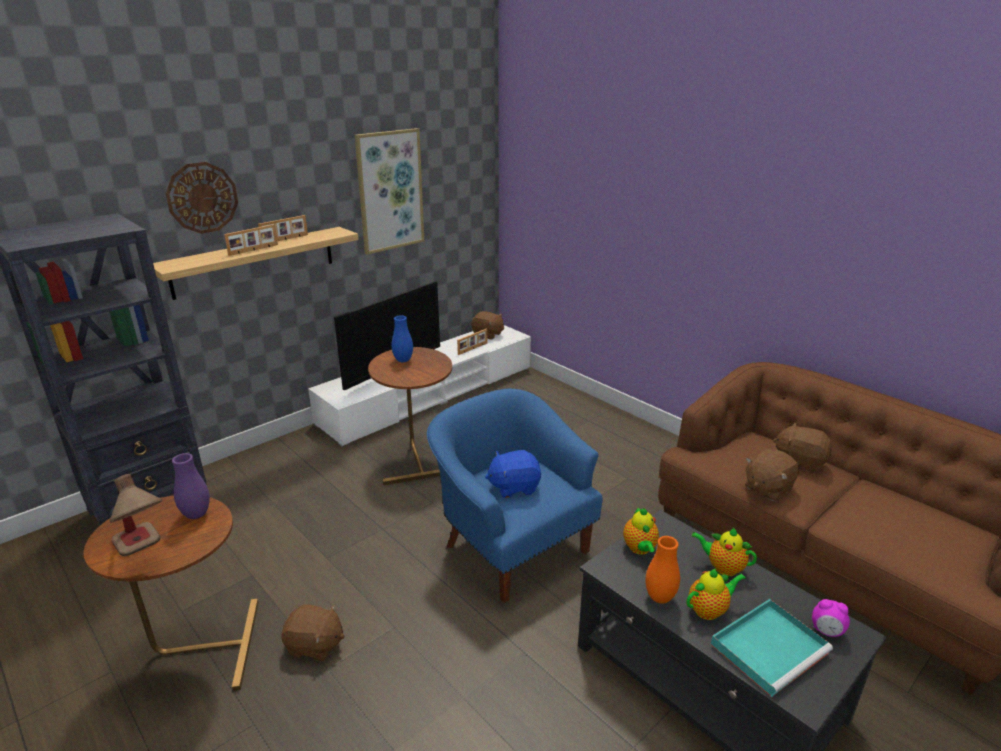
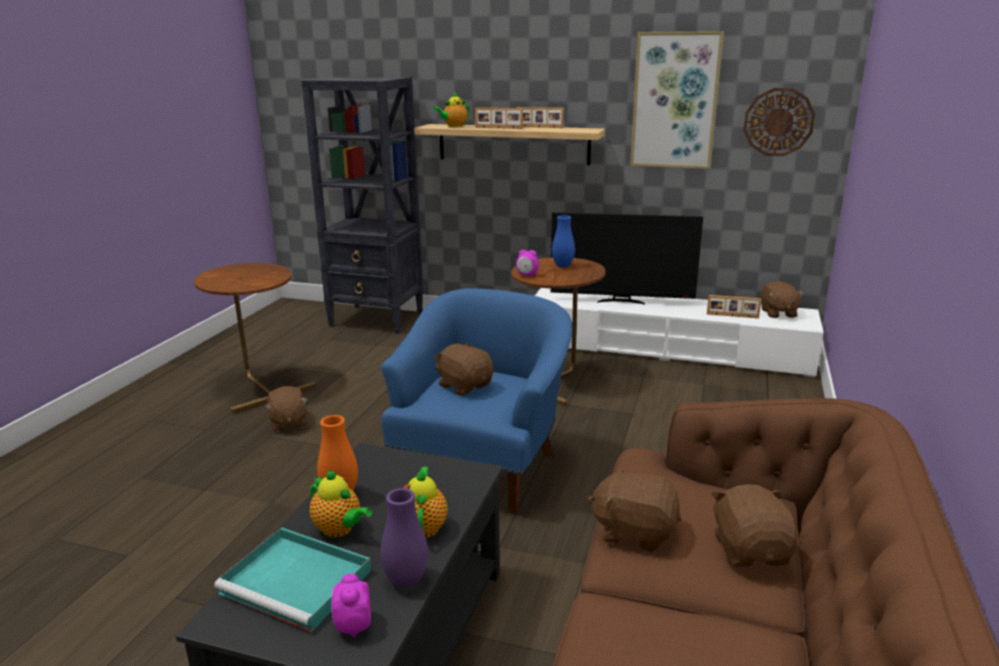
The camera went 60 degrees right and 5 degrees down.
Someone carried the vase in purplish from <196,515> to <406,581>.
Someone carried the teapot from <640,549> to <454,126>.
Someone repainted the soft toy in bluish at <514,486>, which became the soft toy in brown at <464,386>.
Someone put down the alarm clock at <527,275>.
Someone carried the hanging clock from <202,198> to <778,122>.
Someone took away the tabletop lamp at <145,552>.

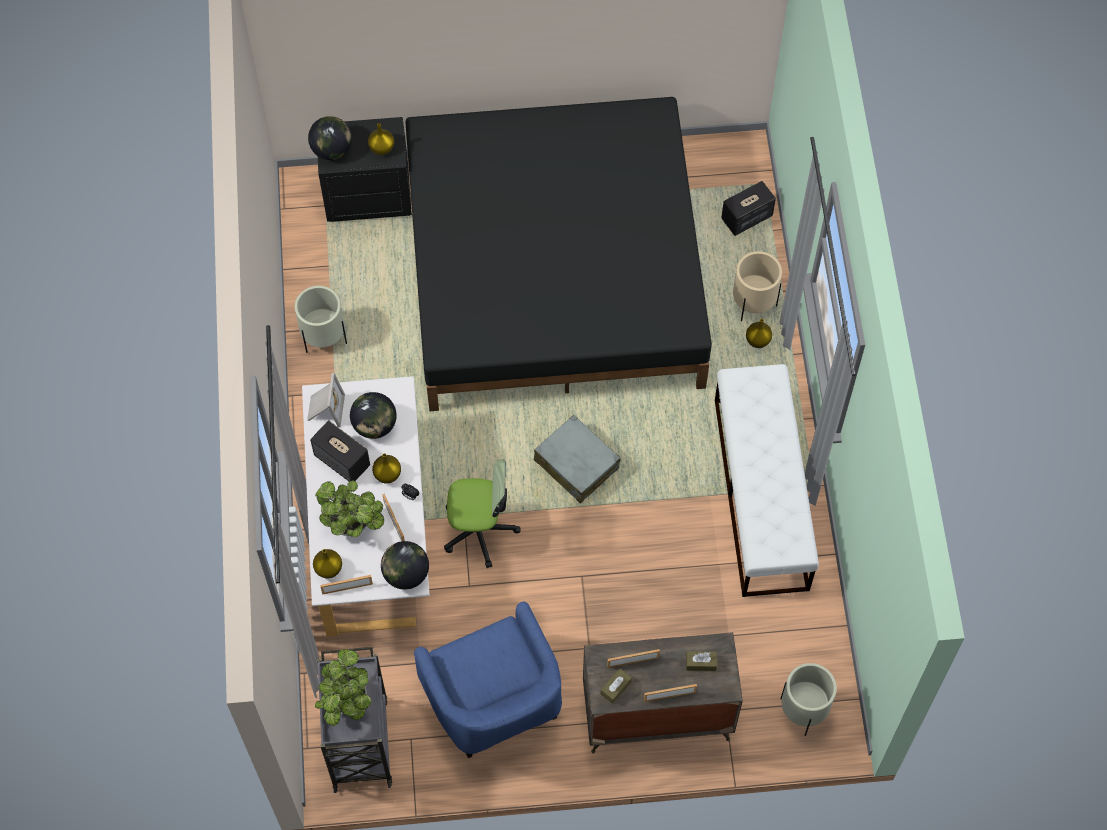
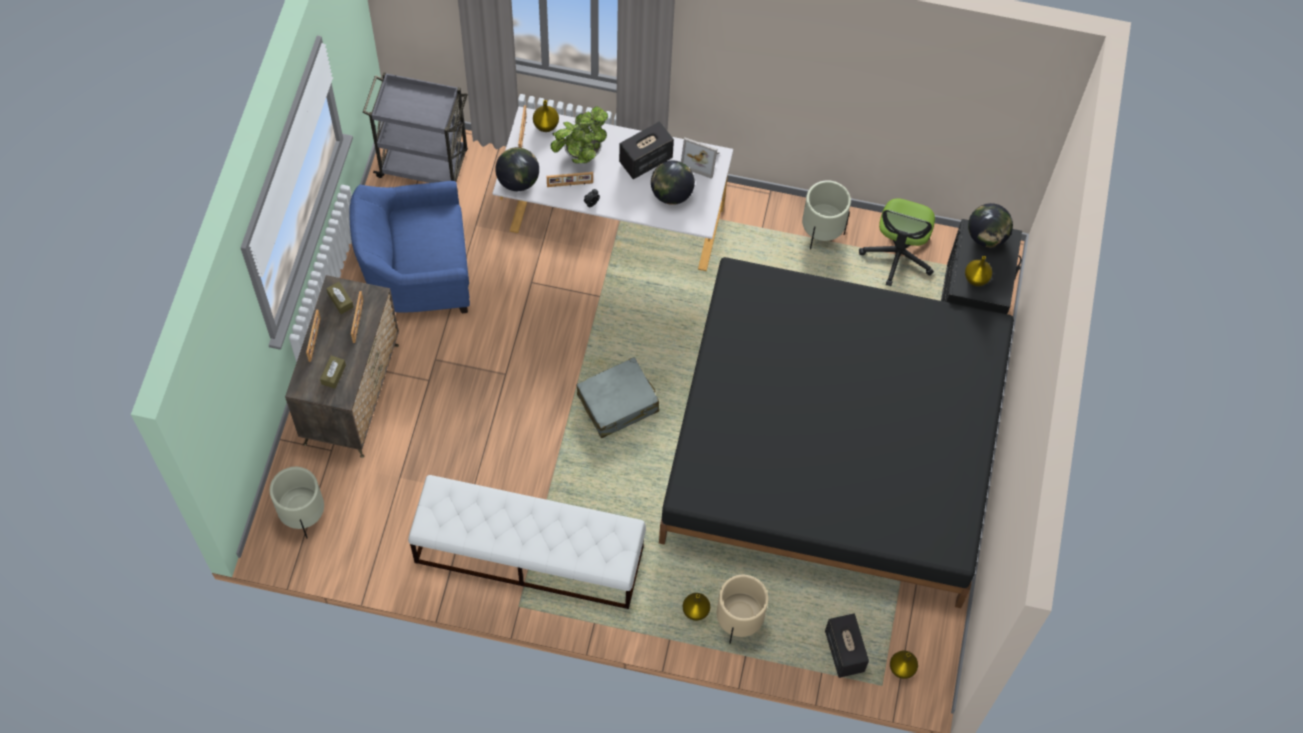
The camera went 105 degrees right and 0 degrees up.
Someone carried the computer chair from <479,530> to <898,255>.
Someone carried the vase in yellowish from <388,474> to <902,669>.
Someone took away the potted plant at <346,702>.

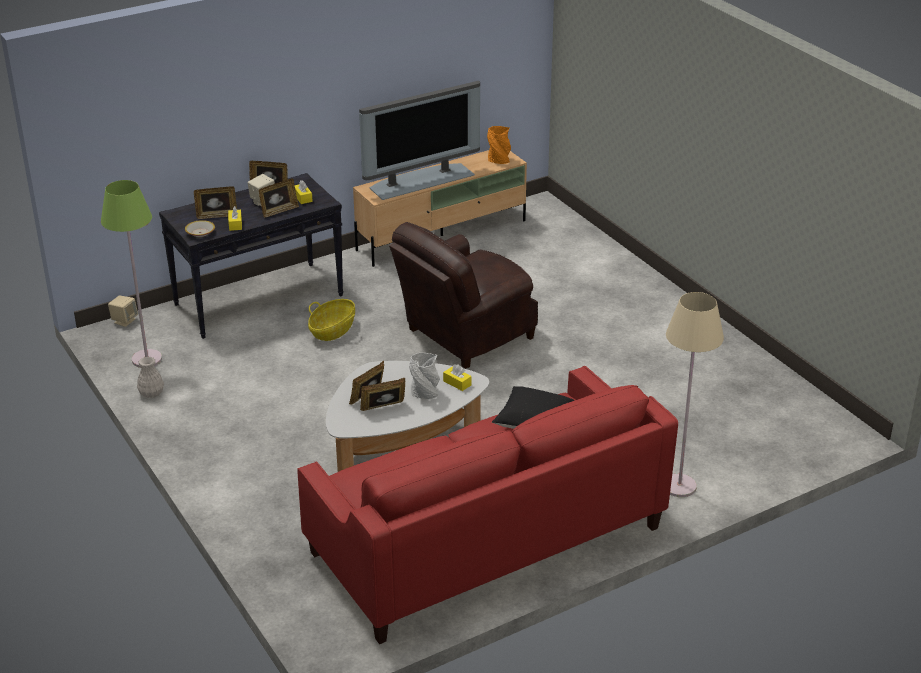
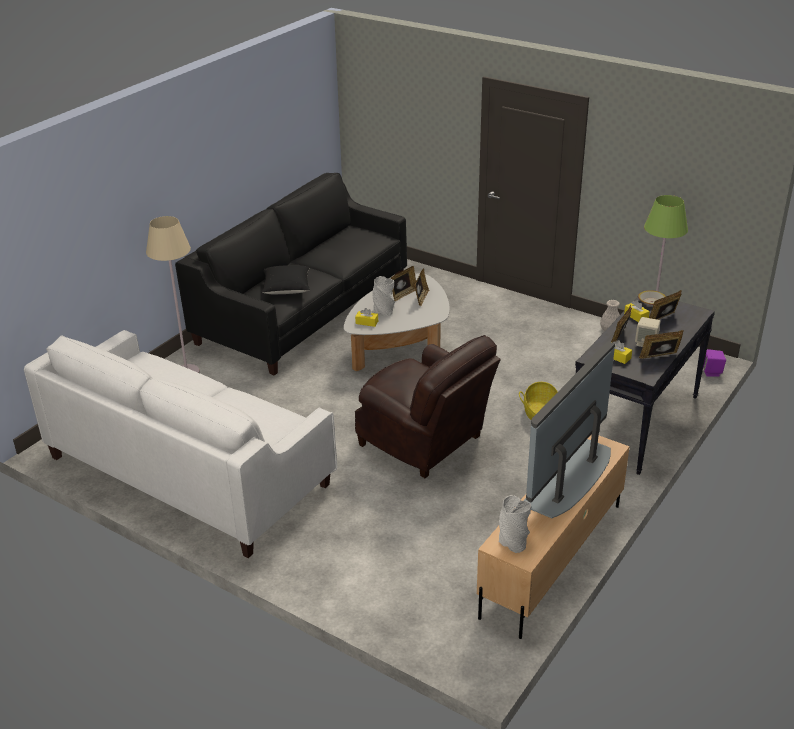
The camera went 155 degrees right and 0 degrees up.
Someone put down the settee in whitish at <190,471>.
Someone repainted the settee in reddish at <486,538>, which became the settee in black-coloured at <303,311>.
Someone rotated the lounge chair in brown at <465,336> by 105 degrees clockwise.
Someone repainted the vase in orangey at <499,160>, which became the vase in grey at <513,541>.
Someone repainted the audio speaker in beige at <124,321>, which became the audio speaker in purplish at <711,372>.

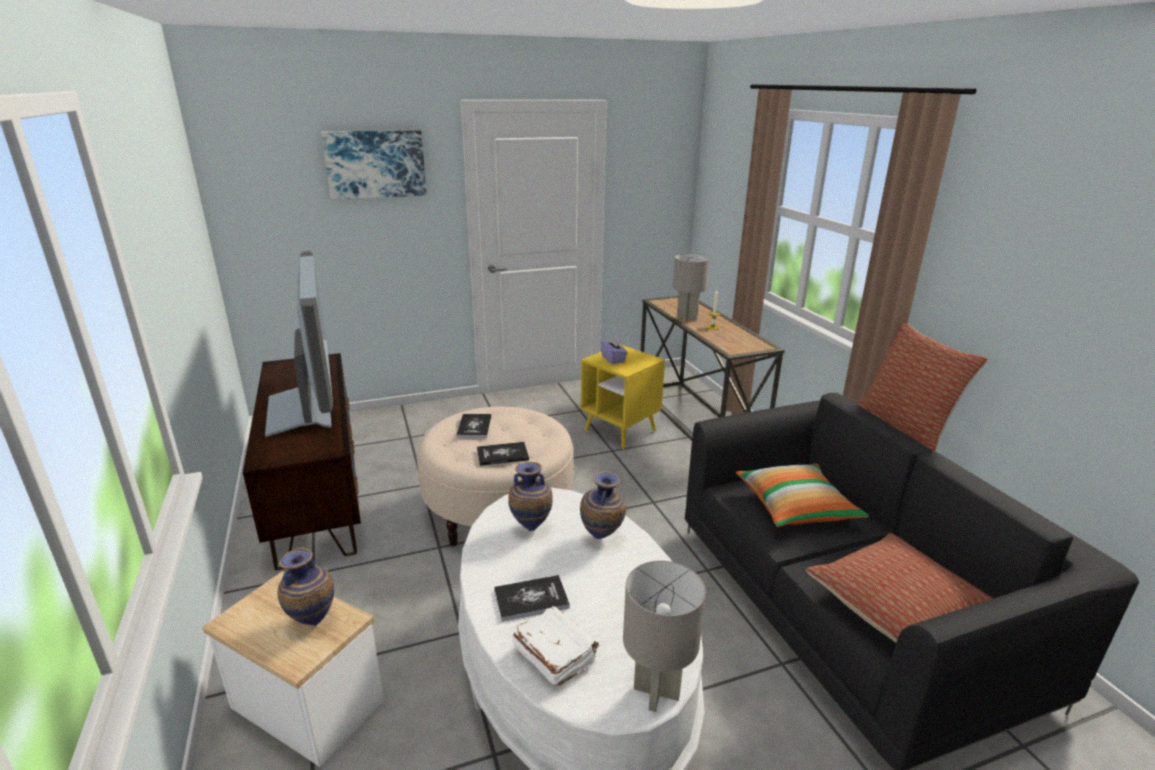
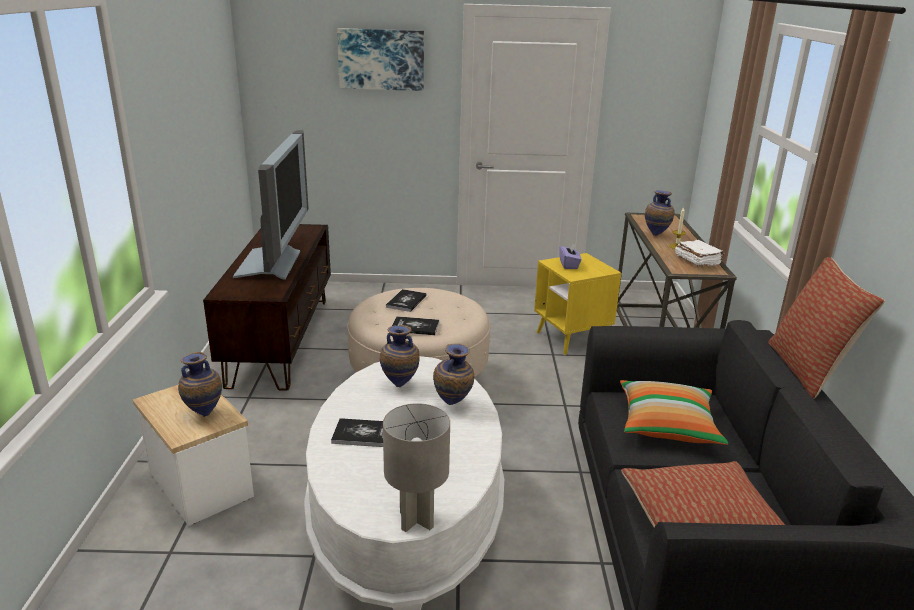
The camera went 20 degrees right and 0 degrees up.
Someone swapped the tabletop lamp in grey at <687,318> for the vase at <656,235>.
Someone carried the book in whitish from <554,655> to <697,261>.

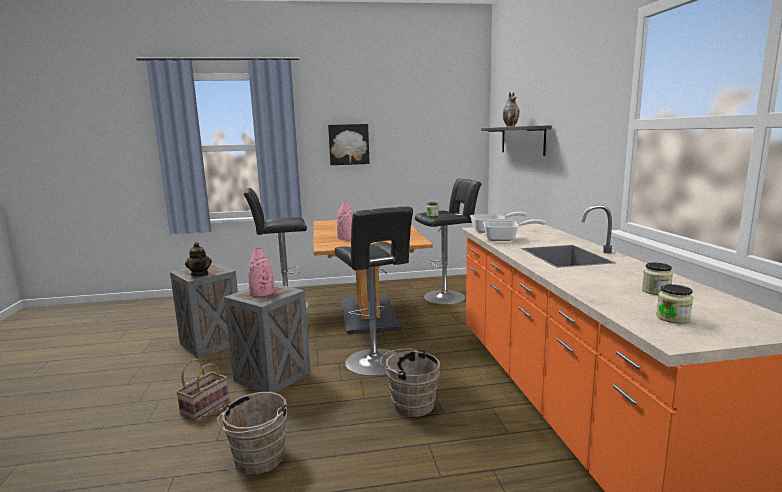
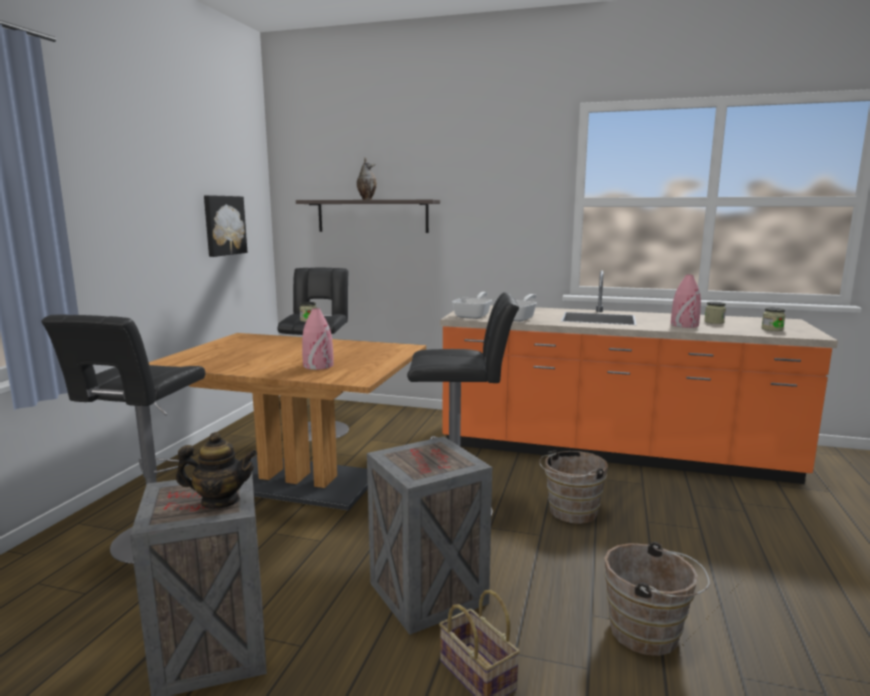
The camera went 65 degrees left and 0 degrees up.
Someone carried the wall art from <348,144> to <224,225>.
Someone carried the vase in pink-coloured from <262,292> to <684,325>.

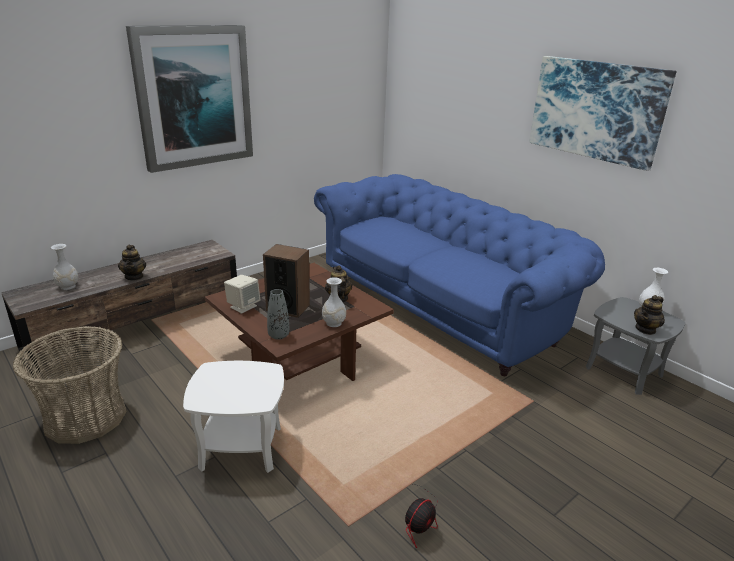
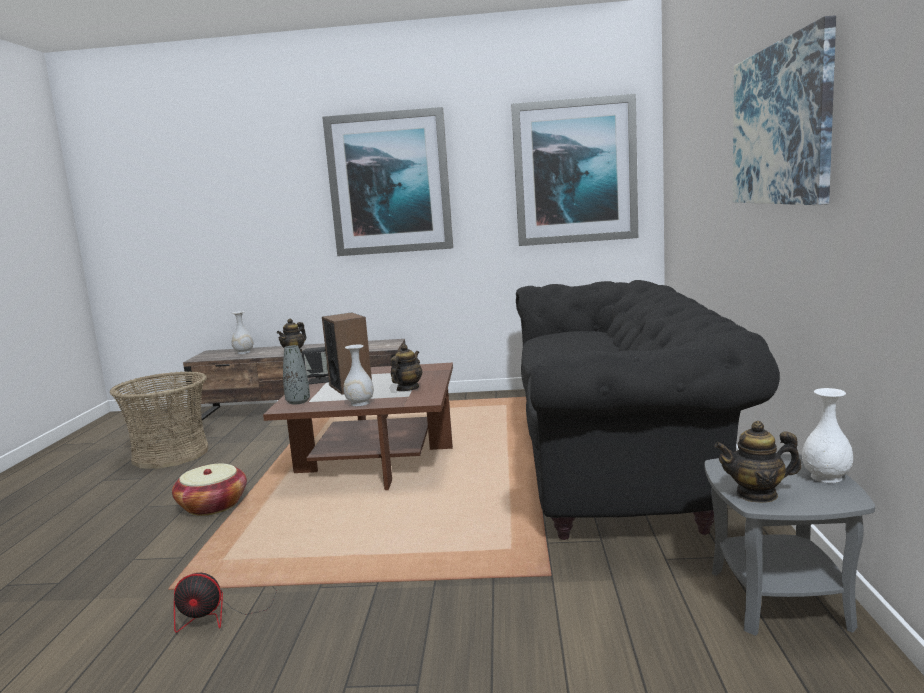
The camera went 45 degrees right and 15 degrees down.
Someone swapped the side table in whitish at <241,447> for the household basket at <213,506>.
Someone repainted the audio speaker in beige at <243,306>, which became the audio speaker in black-coloured at <320,380>.
Someone put up the wall art at <574,172>.
Someone repainted the settee in bluish at <443,305>, which became the settee in black-coloured at <620,455>.

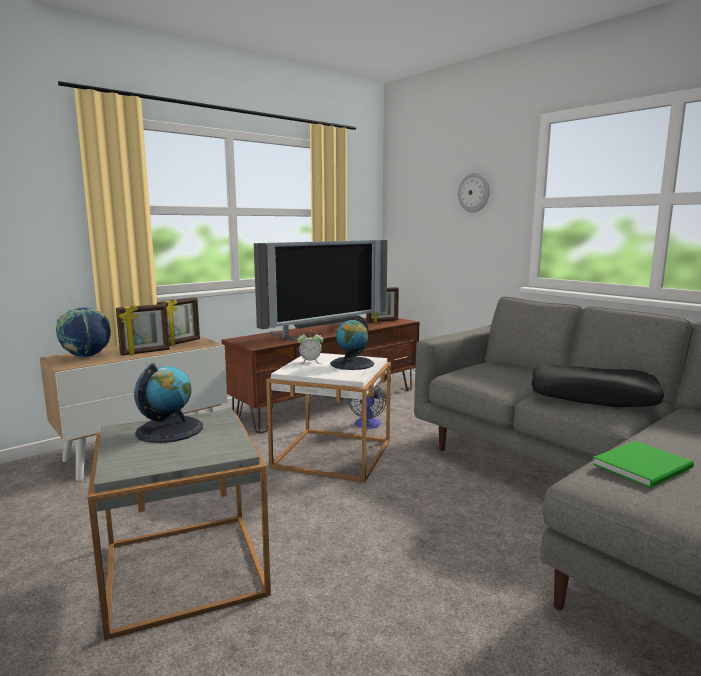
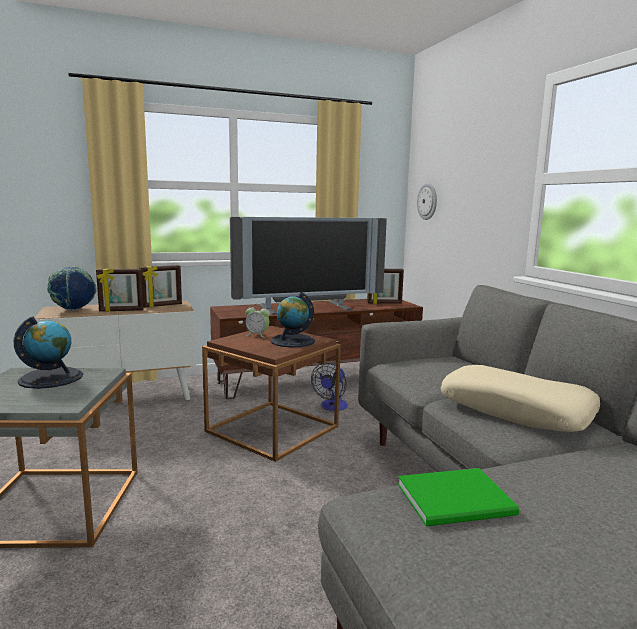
The camera went 20 degrees right and 0 degrees up.
Someone repainted the side table in whitish at <332,453>, which became the side table in brown at <272,429>.
Someone carried the hanging clock from <474,192> to <427,201>.
Someone repainted the pillow in black-coloured at <592,397>, which became the pillow in beige at <515,410>.

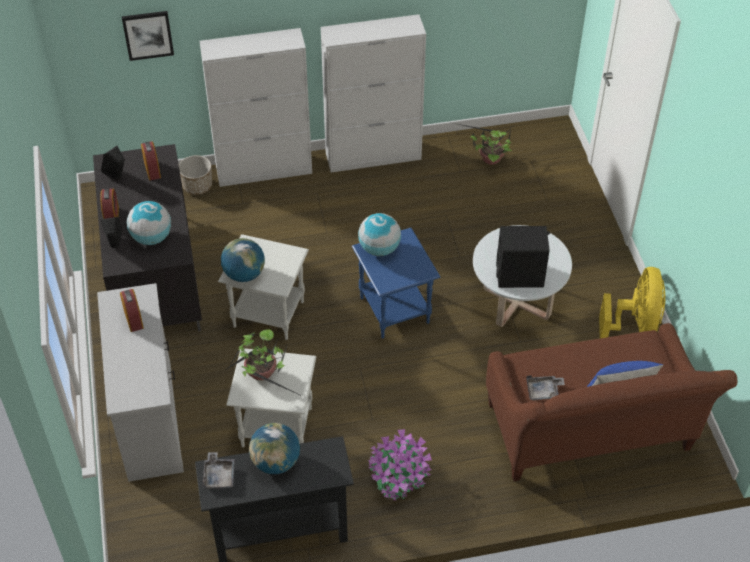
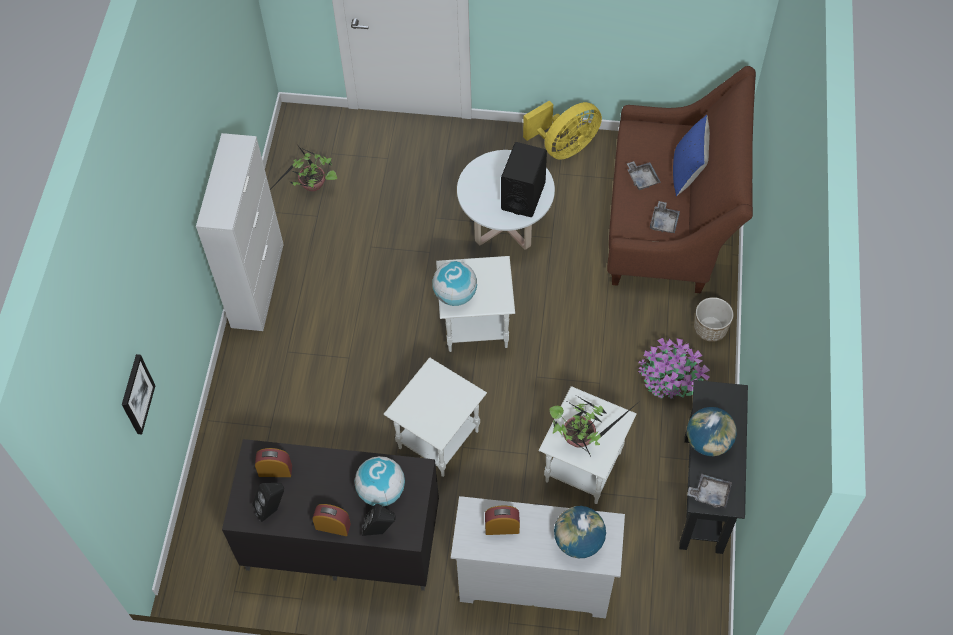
The camera went 70 degrees left and 10 degrees up.
Someone repainted the side table in bluish at <395,311>, which became the side table in whitish at <477,327>.
Someone rotated the cooling fan in yellowish at <634,325> by 120 degrees clockwise.
Someone carried the world globe from <244,274> to <578,541>.
Someone put down the serving tray in grey at <642,178>.
Someone carried the flower pot from <197,186> to <710,329>.
Someone took away the storage cabinet in whitish at <264,170>.

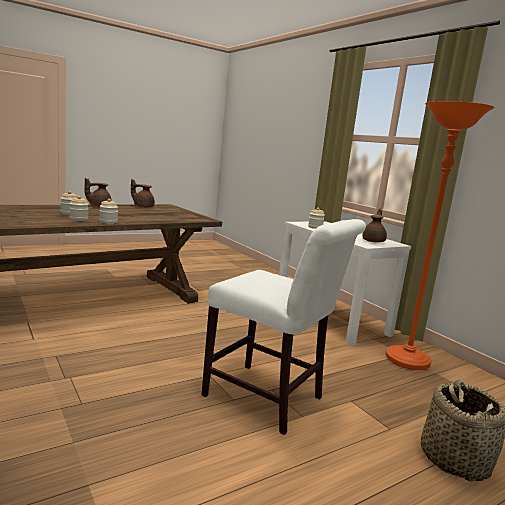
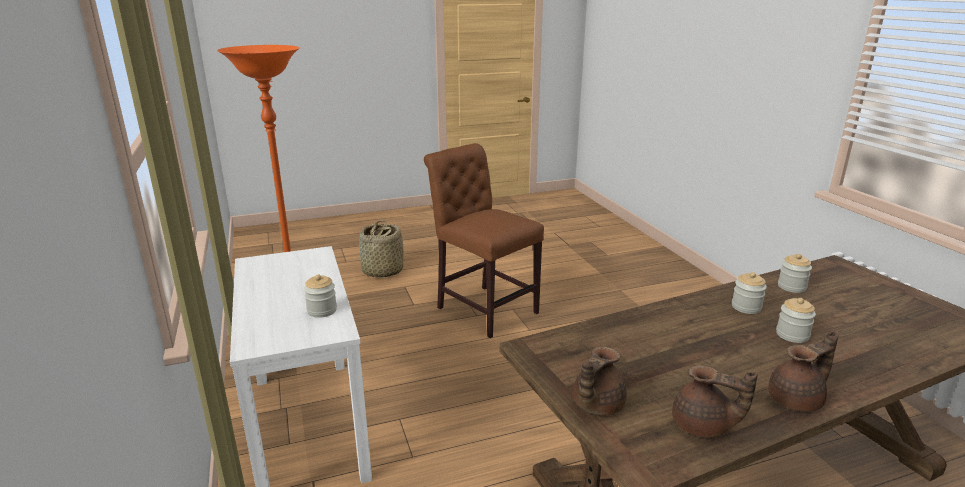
The camera went 165 degrees left and 10 degrees up.
Someone repainted the plain chair in whitish at <268,399>, which became the plain chair in brown at <483,308>.
Someone carried the teapot in brown from <374,241> to <596,405>.
Someone carried the jar from <108,222> to <791,287>.

